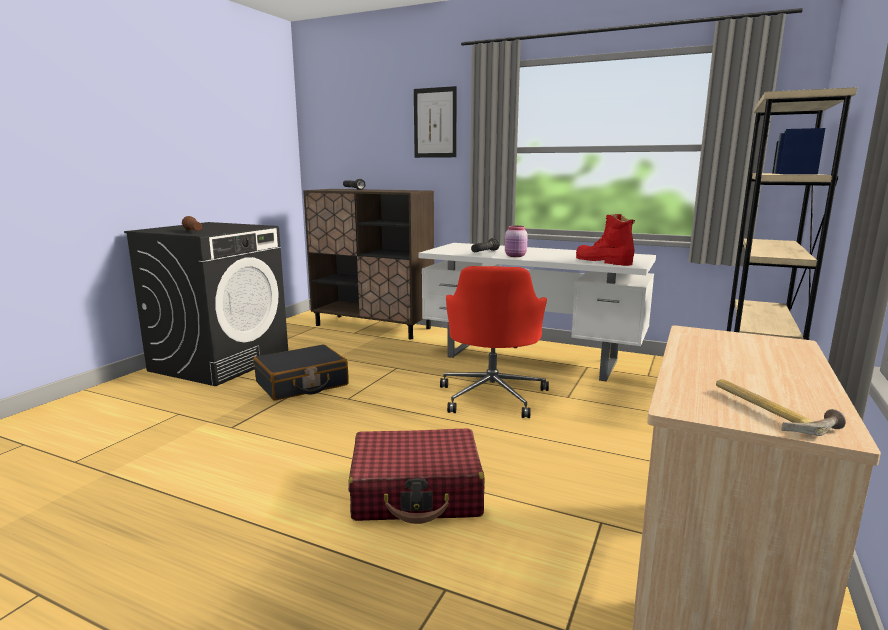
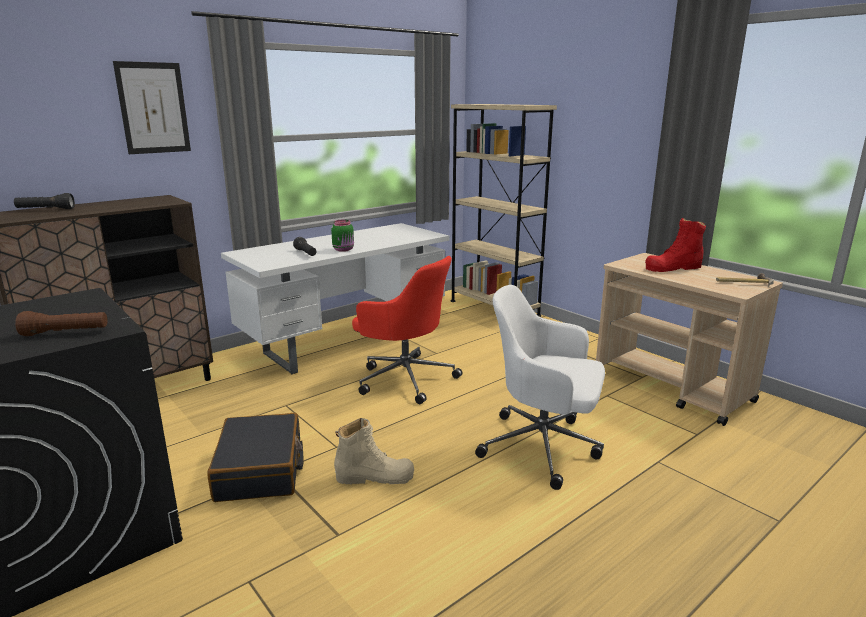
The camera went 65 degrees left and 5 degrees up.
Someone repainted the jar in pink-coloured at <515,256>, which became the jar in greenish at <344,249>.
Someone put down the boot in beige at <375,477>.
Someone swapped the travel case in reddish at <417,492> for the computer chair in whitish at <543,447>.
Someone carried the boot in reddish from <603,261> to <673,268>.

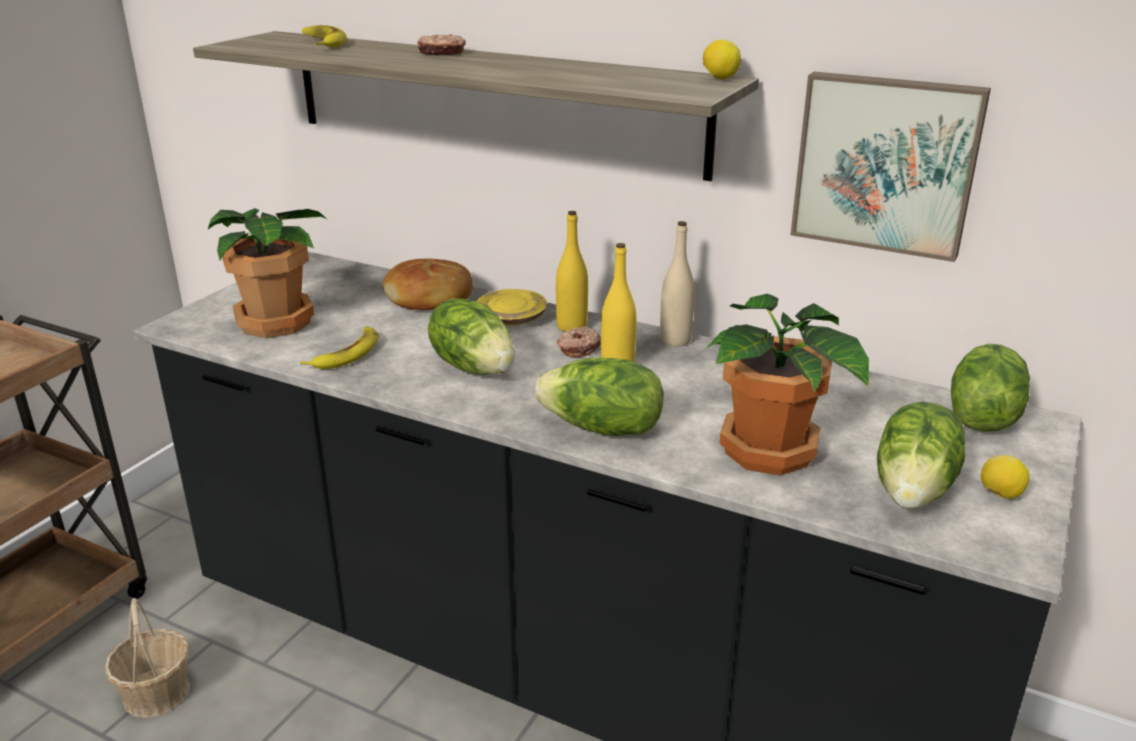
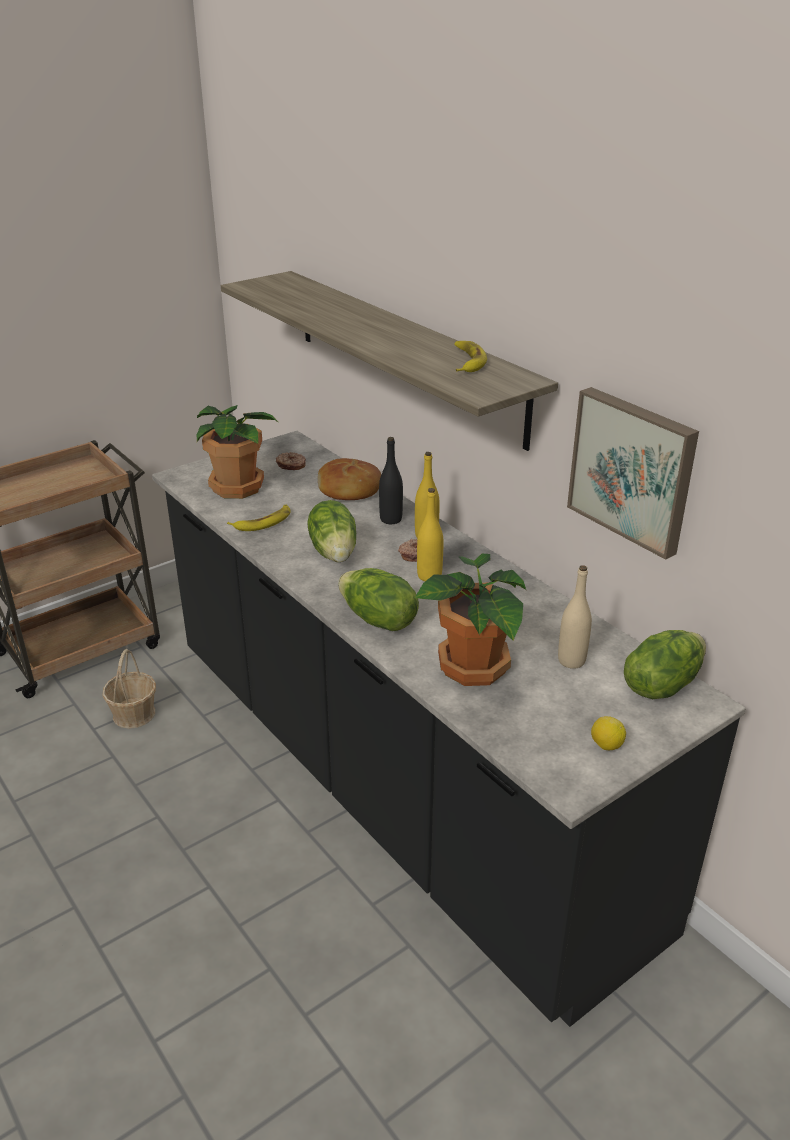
The camera went 25 degrees right and 5 degrees up.
Someone carried the doughnut from <441,53> to <291,466>.
Someone swapped the flat dish in yellowish at <512,319> for the beverage bottle in black-coloured at <391,519>.
Someone carried the banana from <323,43> to <467,361>.
Someone carried the beverage bottle in beige from <675,340> to <571,661>.
Someone took away the lemon at <720,78>.
Someone took away the head of lettuce at <915,490>.

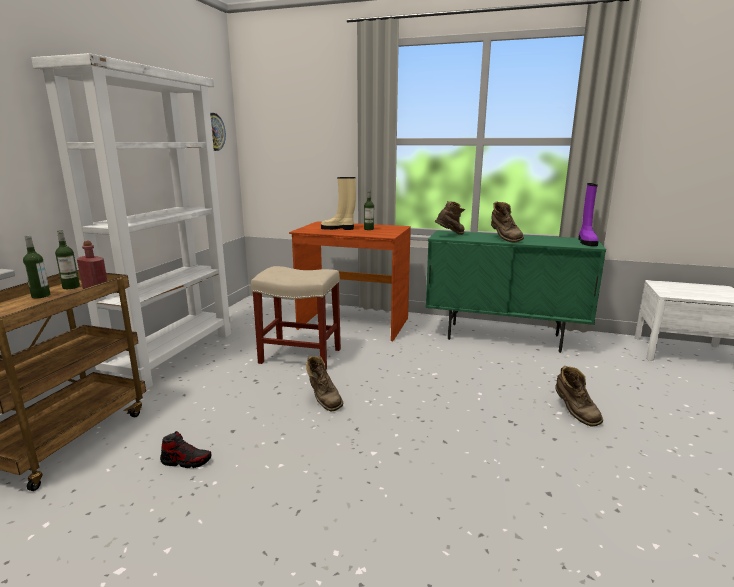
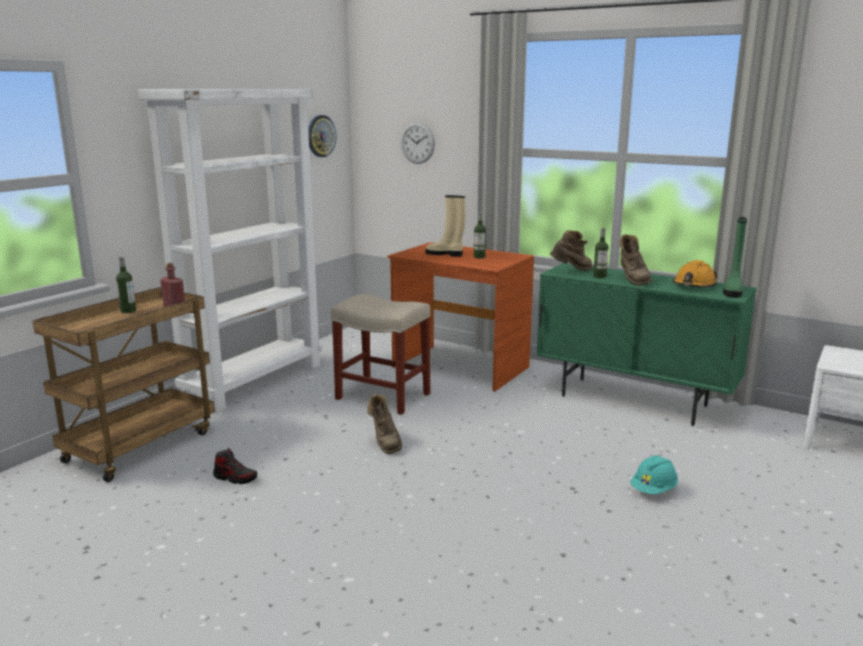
The camera went 15 degrees right and 0 degrees up.
Someone put up the hanging clock at <417,143>.
Someone carried the beverage bottle from <71,287> to <599,276>.
Someone swapped the boot in brown at <574,413> for the safety helmet in blue-green at <653,490>.
Someone put down the safety helmet in orangey at <694,285>.
Someone repainted the boot in purplish at <586,242>, which became the boot in greenish at <733,291>.

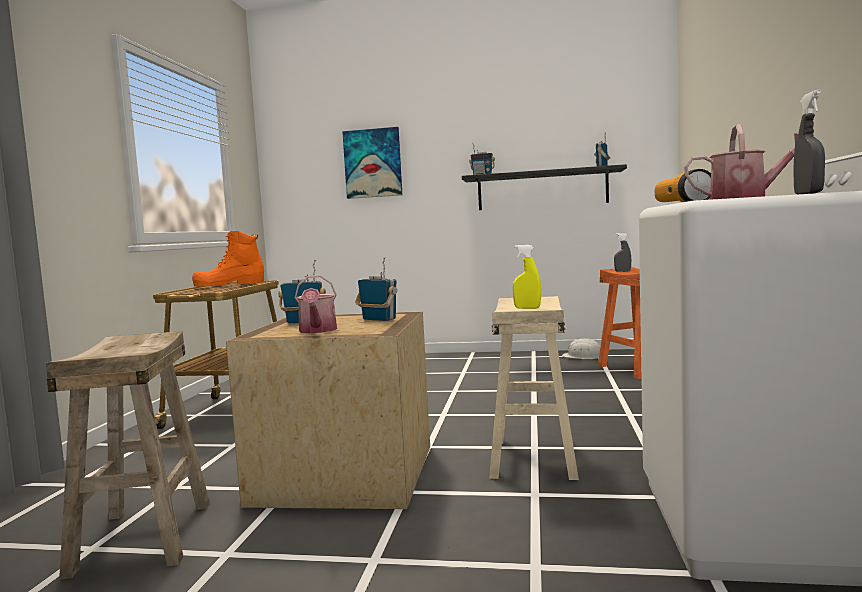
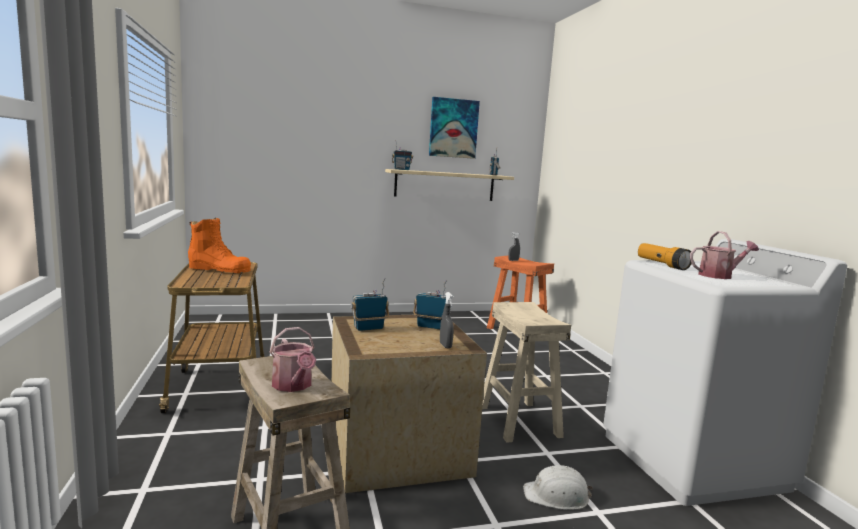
The camera went 25 degrees left and 5 degrees up.
Someone rotated the boot in orangey at <229,284> by 120 degrees counterclockwise.
Someone carried the sprinkling can from <317,331> to <294,386>.
Someone repainted the wall shelf in black-coloured at <542,190>, which became the wall shelf in beige at <444,185>.
Someone carried the wall art from <373,163> to <453,128>.
Someone carried the sprayer in grey from <808,193> to <445,345>.
Someone carried the safety helmet in whitish from <583,356> to <557,496>.
Someone took away the sprayer in yellowish at <527,308>.

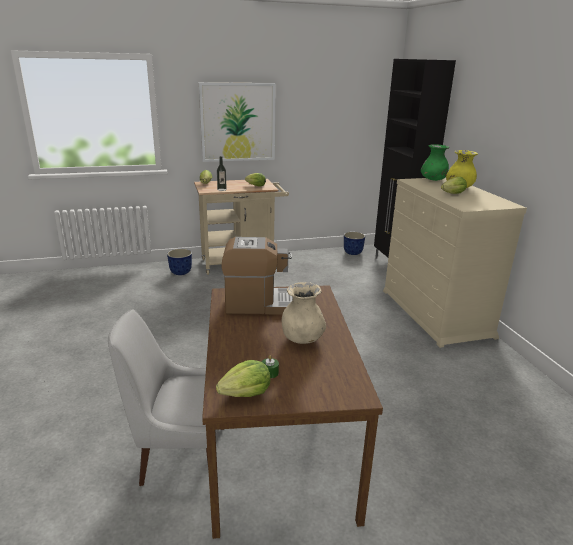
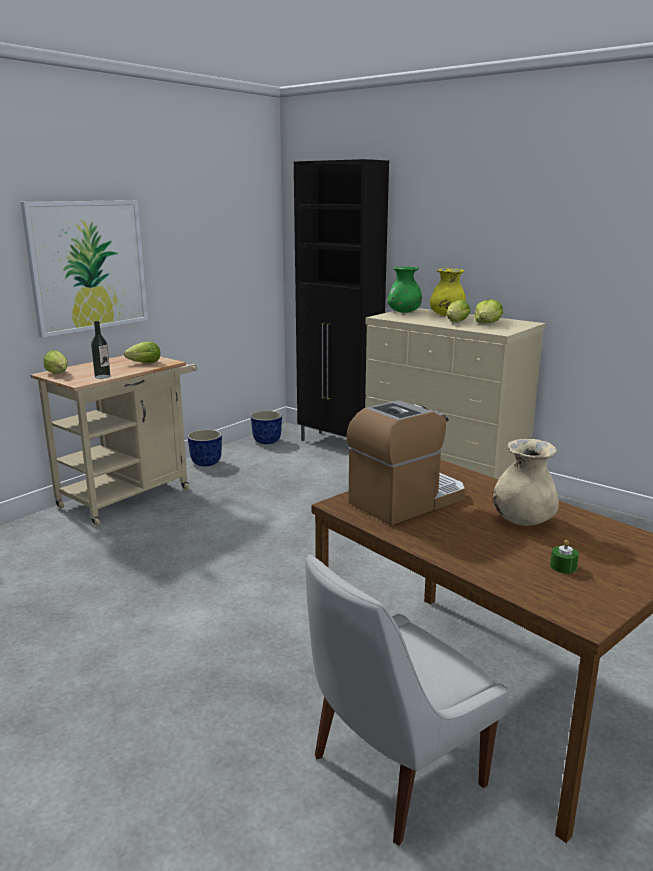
The camera went 35 degrees left and 5 degrees down.
Someone carried the flower pot from <180,272> to <206,463>.
Someone carried the head of lettuce from <246,393> to <487,323>.

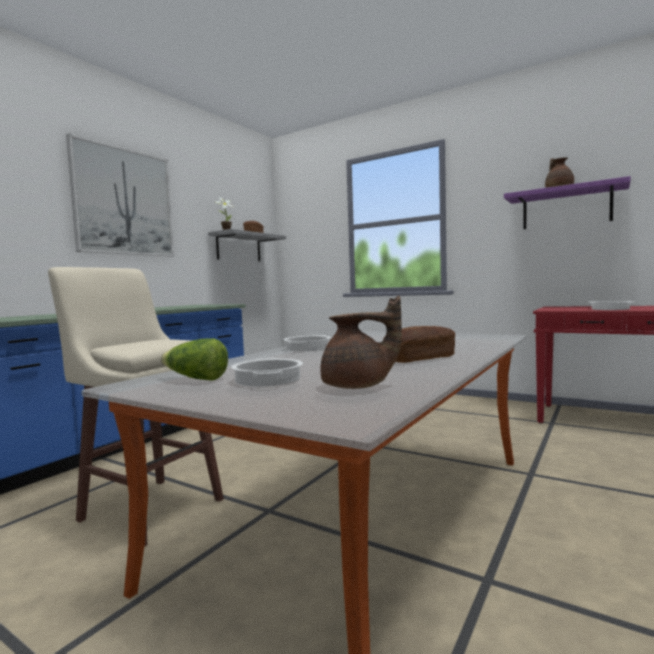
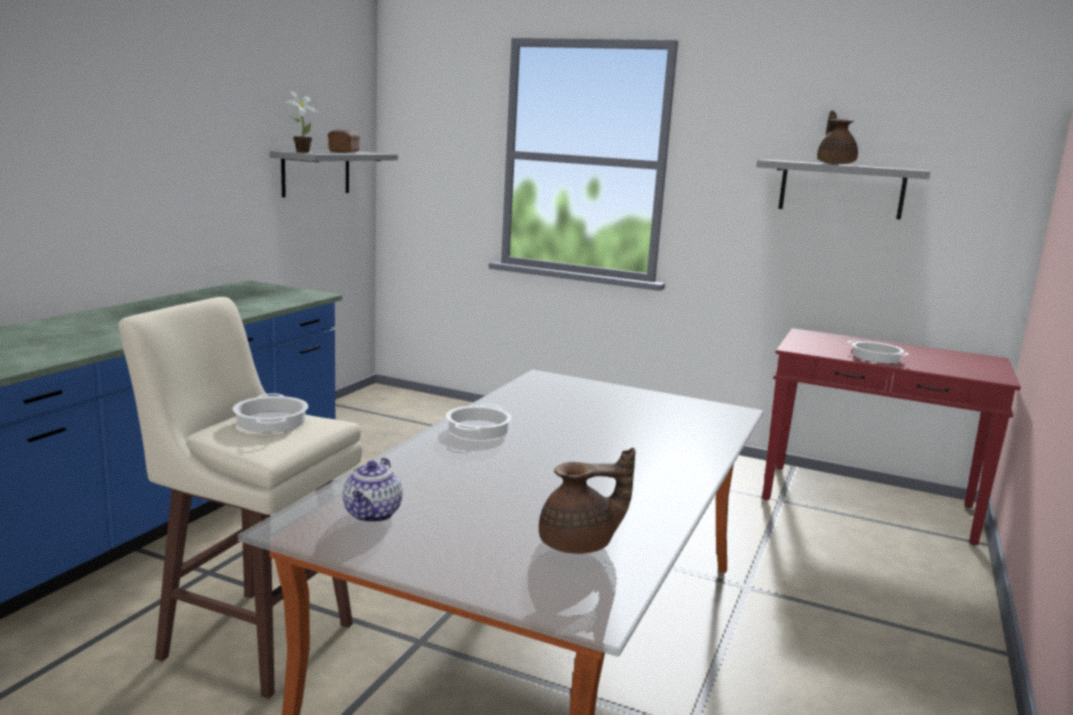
The camera went 10 degrees left and 10 degrees up.
Someone carried the cooking pot from <267,379> to <270,421>.
Someone swapped the head of lettuce at <195,379> for the teapot at <372,515>.
Someone repainted the wall shelf in purplish at <566,208>, which became the wall shelf in grey at <841,189>.
Someone took away the wall art at <124,202>.
Someone took away the bakery bread at <420,359>.

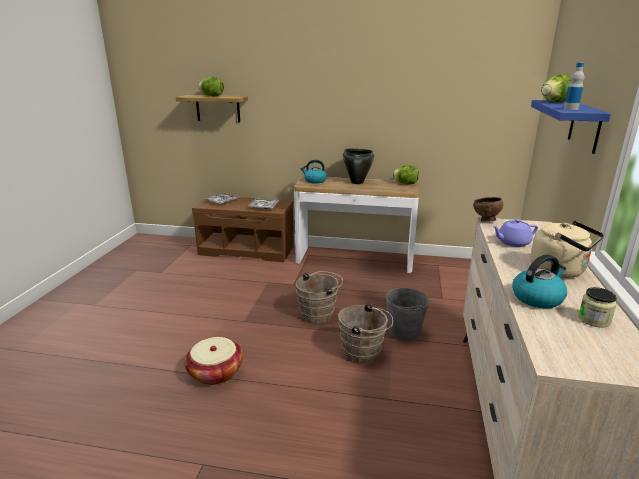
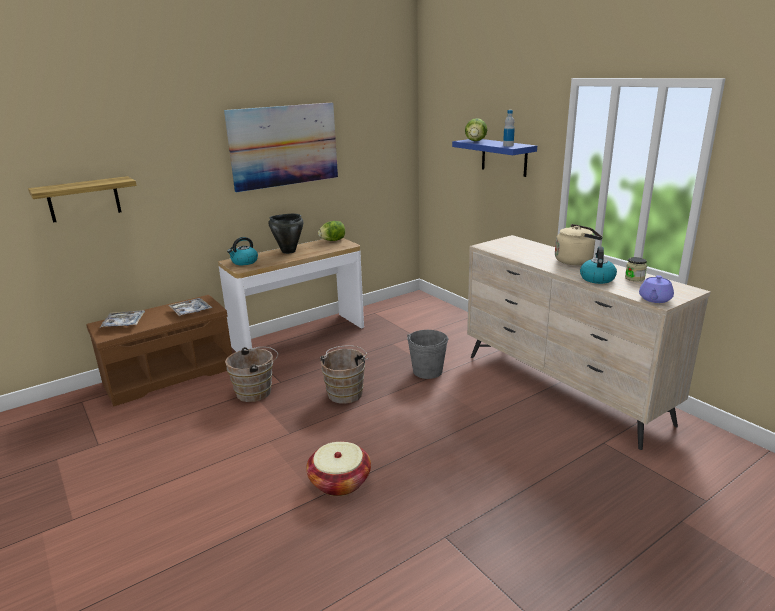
The camera went 45 degrees left and 0 degrees up.
Someone put up the wall art at <284,145>.
Someone carried the water bucket in brown from <364,353> to <257,392>.
Someone carried the teapot in purplish from <512,243> to <654,299>.
Someone took away the head of lettuce at <212,96>.
Someone took away the deep dish in brown at <485,221>.

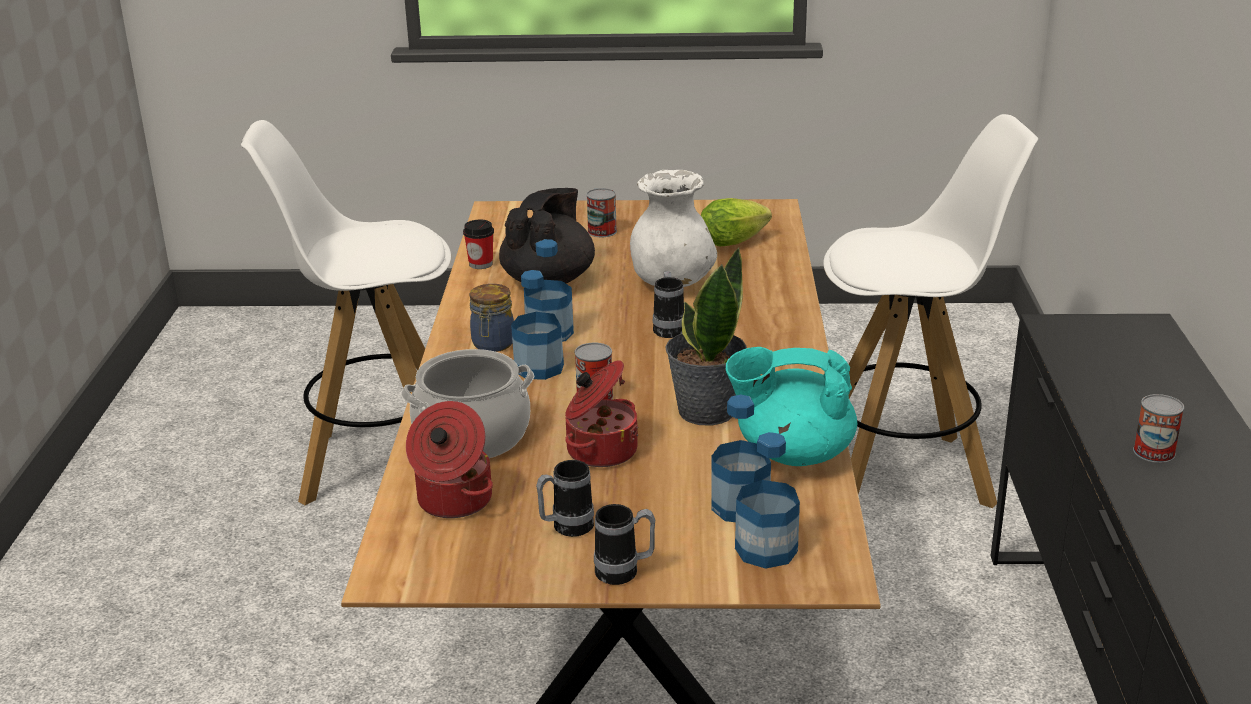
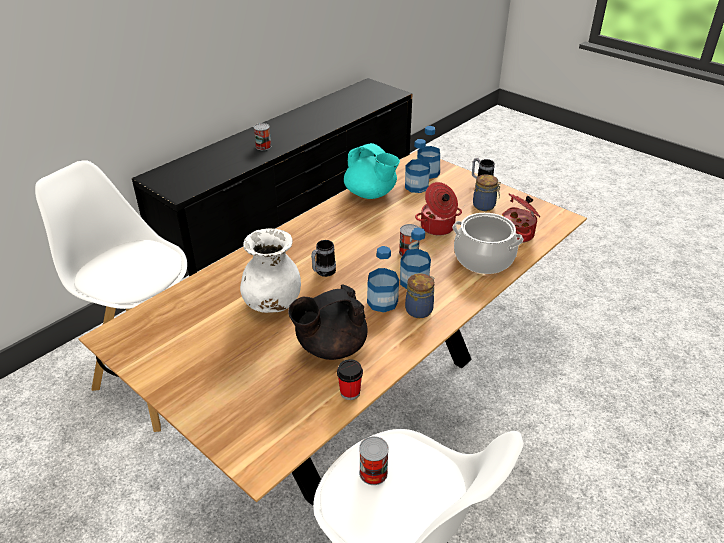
The camera went 140 degrees left and 10 degrees up.
Someone carried the sealed can from <602,231> to <373,473>.
Someone swapped the mug at <566,528> for the jar at <485,206>.
Someone took away the potted plant at <705,411>.
Someone took away the head of lettuce at <736,241>.

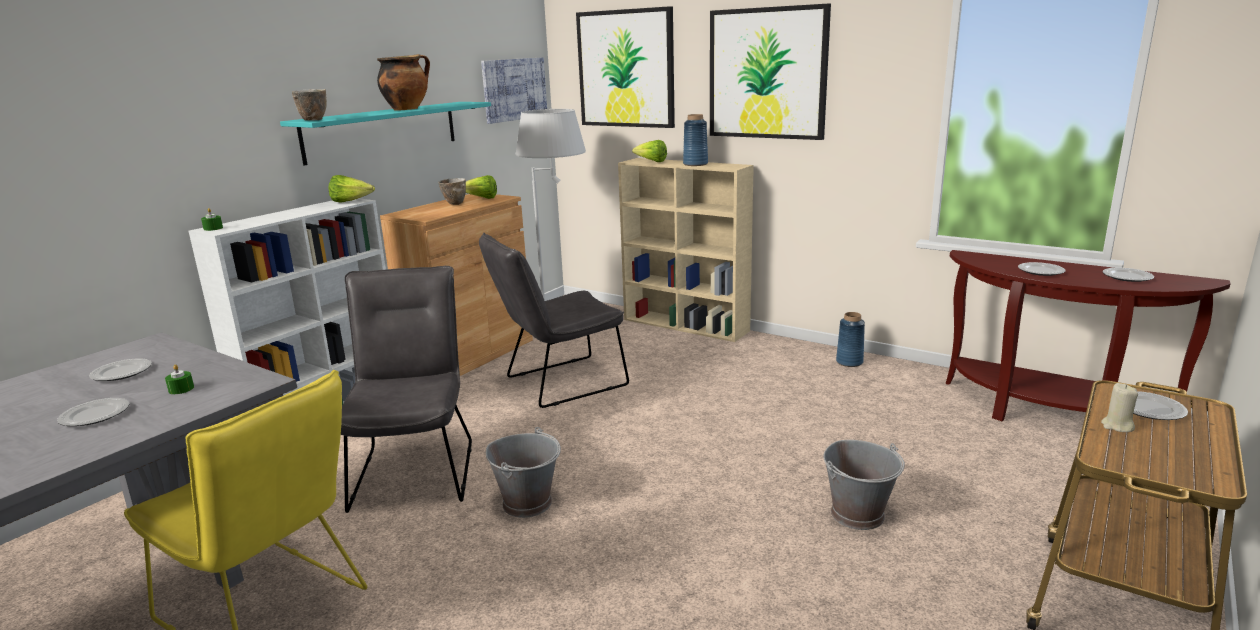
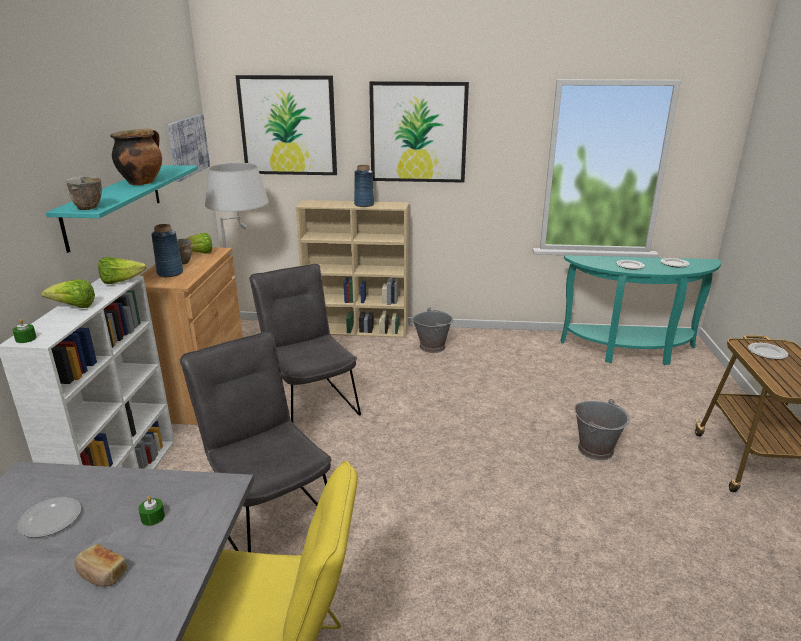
The camera went 30 degrees left and 5 degrees up.
Someone carried the head of lettuce from <651,162> to <74,307>.
Someone swapped the flat dish at <94,415> for the bakery bread at <102,574>.
Someone carried the vase in bluish from <849,362> to <170,273>.
Someone rotated the plain chair in grey at <558,383> by 120 degrees clockwise.
Someone carried the water bucket in grey from <528,503> to <432,346>.
Someone repainted the narrow table in brown at <1051,414>, which became the narrow table in blue-green at <630,352>.
Someone took away the candle in beige at <1117,426>.

